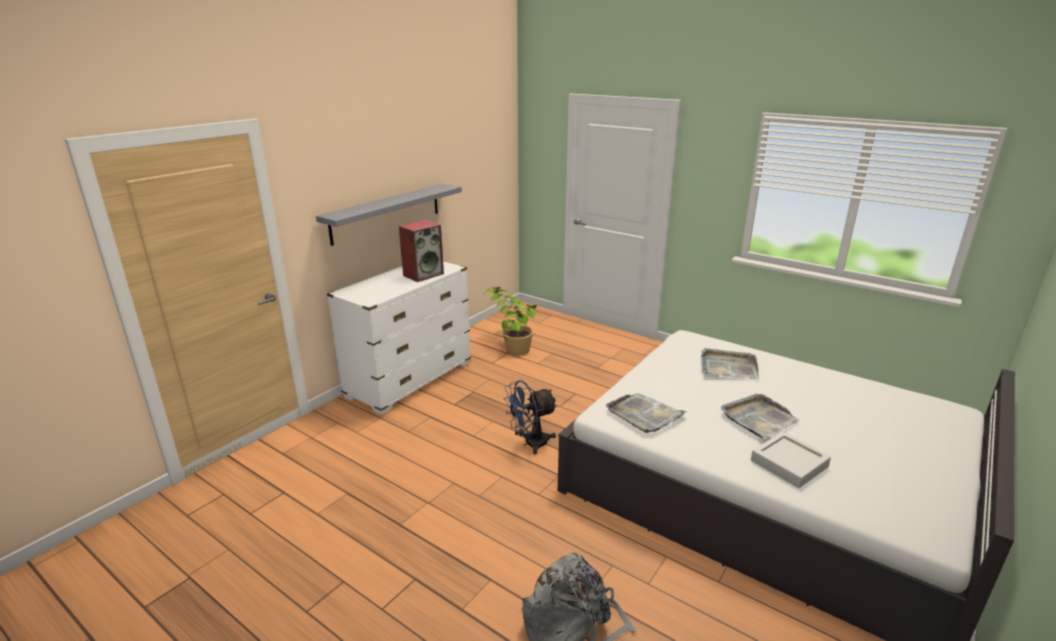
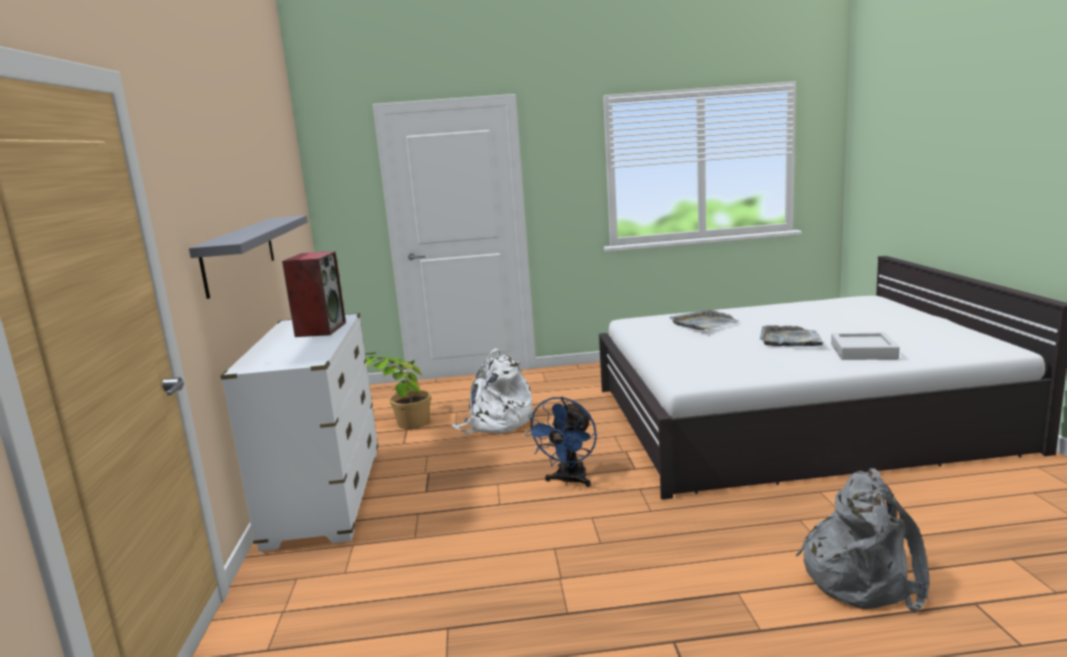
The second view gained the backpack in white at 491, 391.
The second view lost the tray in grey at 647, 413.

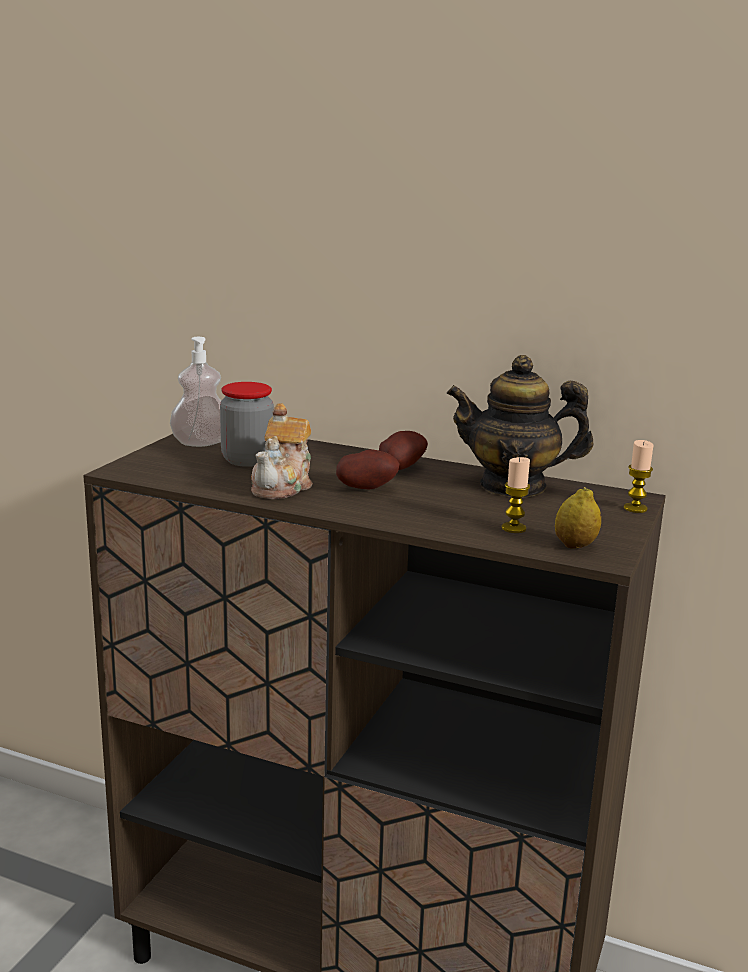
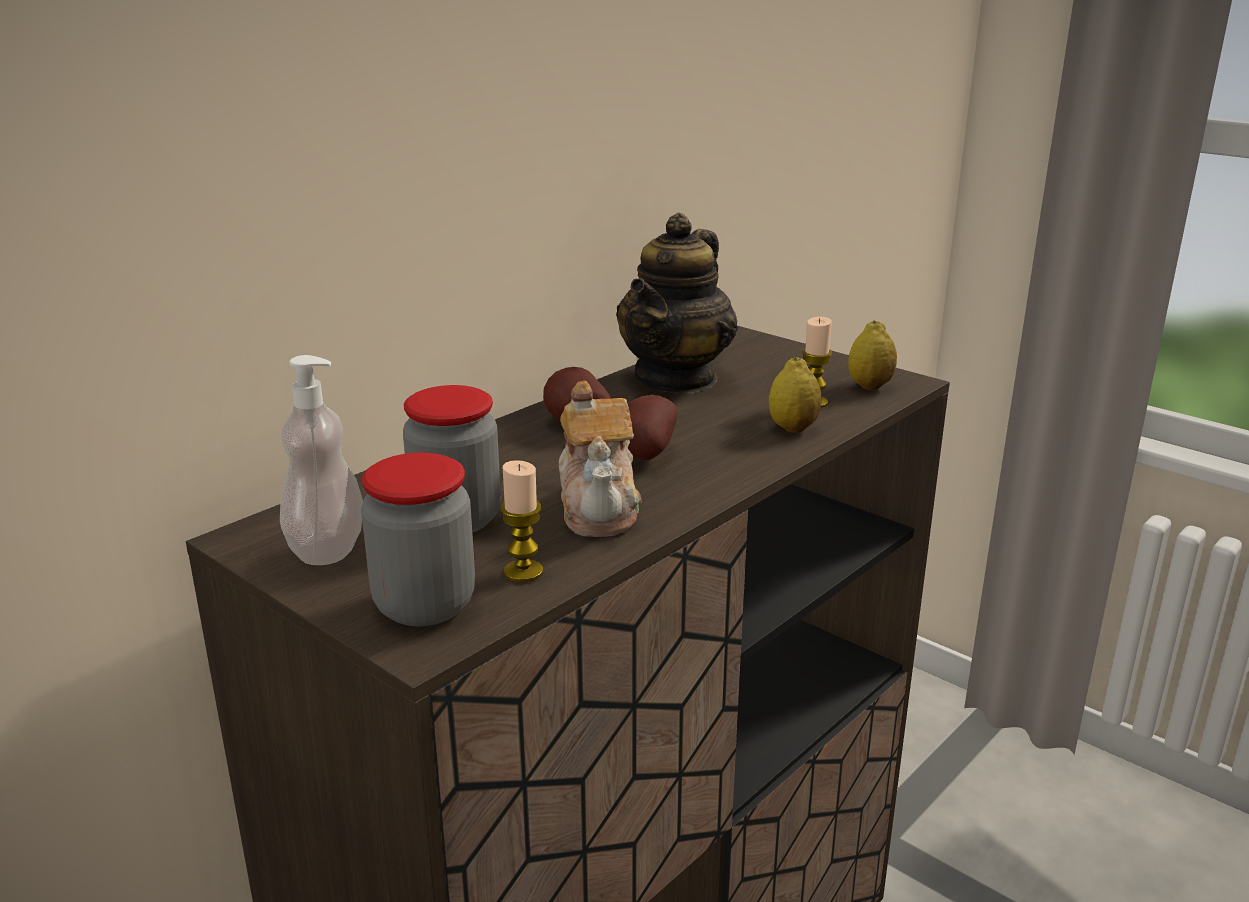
The second view gained the jar at 418, 539.
The candle ended up elsewhere, having gone from 639, 476 to 521, 521.
The teapot at 282, 451 ended up facing another way, 45 degrees clockwise from before.
The second view gained the lemon at 795, 395.

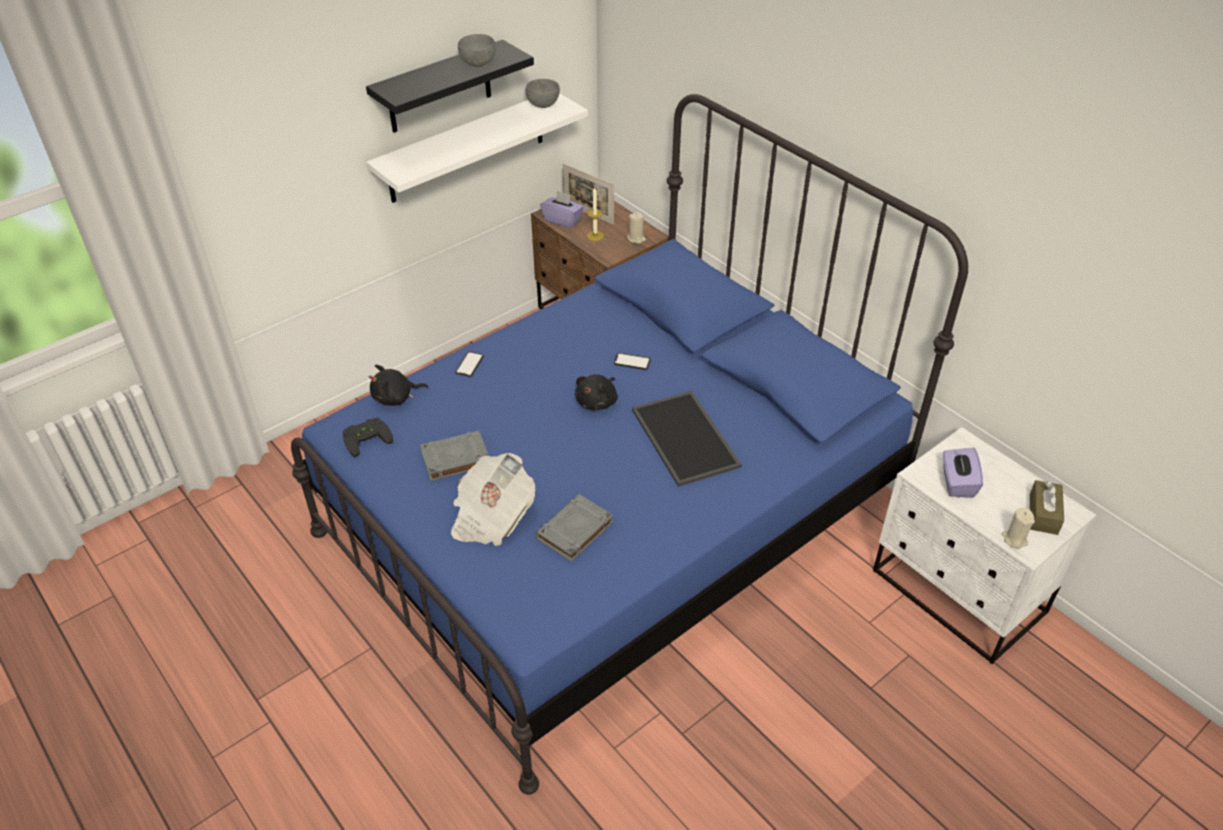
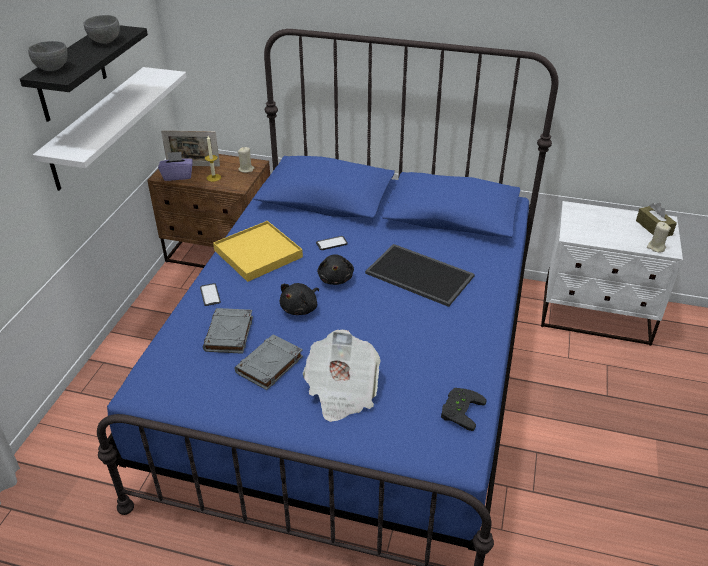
The bowl in grey ended up elsewhere, having gone from 543, 93 to 48, 56.
The book in grey ended up elsewhere, having gone from 574, 528 to 228, 331.
The second view gained the tray in yellow at 258, 251.
The plush toy in black ended up elsewhere, having gone from 398, 385 to 299, 299.
The game controller in black ended up elsewhere, having gone from 368, 437 to 464, 409.
The second view lost the tissue box in purple at 963, 473.

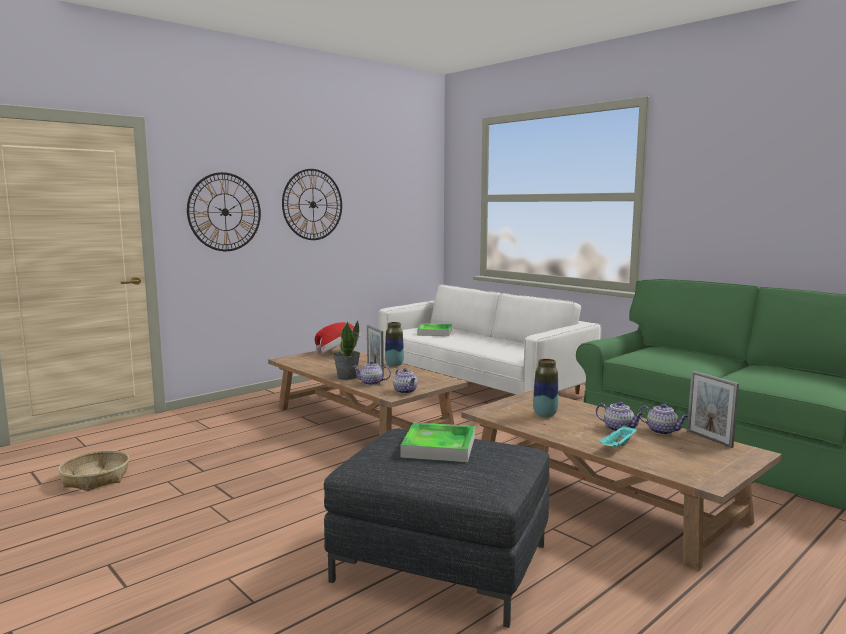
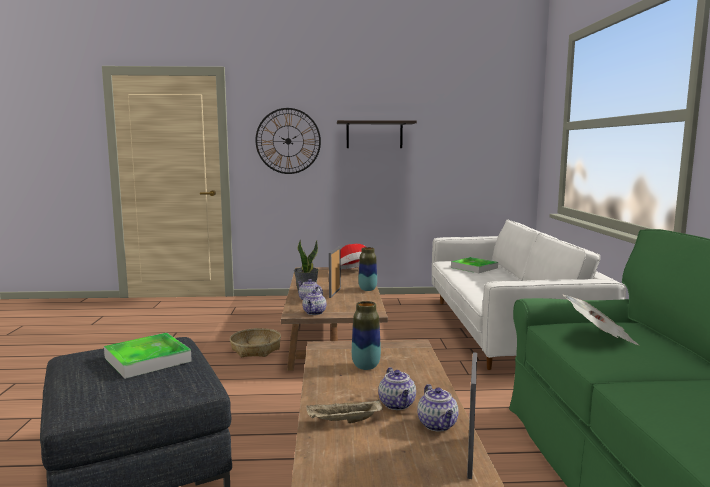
The basket ended up elsewhere, having gone from 93, 470 to 255, 342.
What was the tray in turquoise at 618, 436 turned into the tray in beige at 344, 411.
Where the wall clock hung at 312, 204, the shelf came to hang at 377, 134.
The second view gained the newspaper at 600, 319.

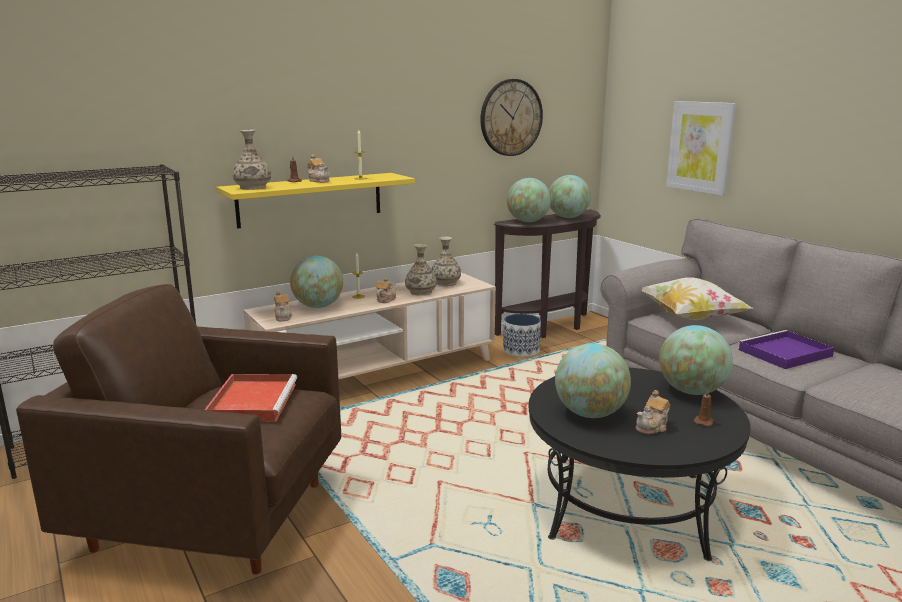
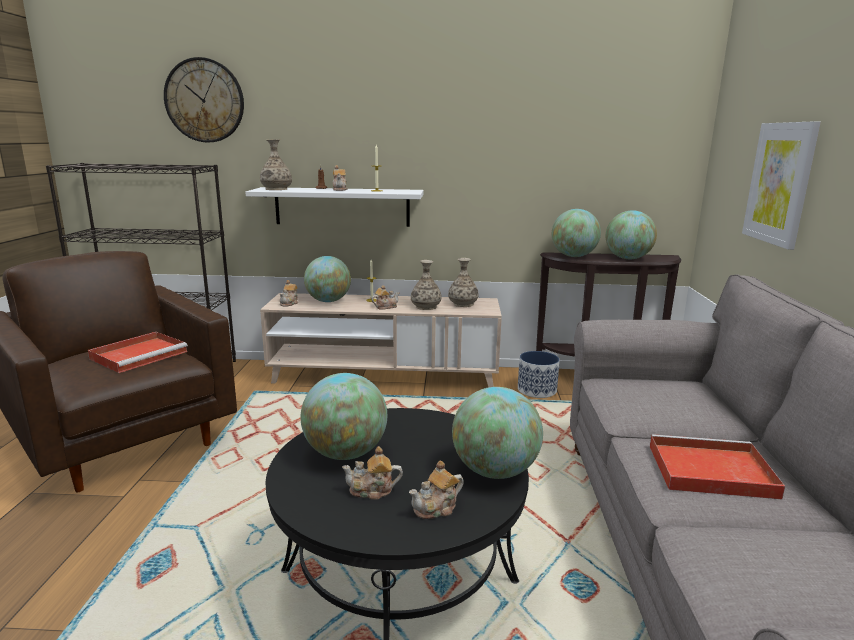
The wall clock ended up elsewhere, having gone from 511, 117 to 204, 99.
What was the shelf in yellow at 316, 201 turned into the shelf in white at 334, 207.
Where the candle in brown stood at 703, 407, the teapot came to stand at 436, 490.
What was the tray in purple at 786, 349 turned into the tray in red at 717, 466.
The second view lost the pillow at 697, 299.

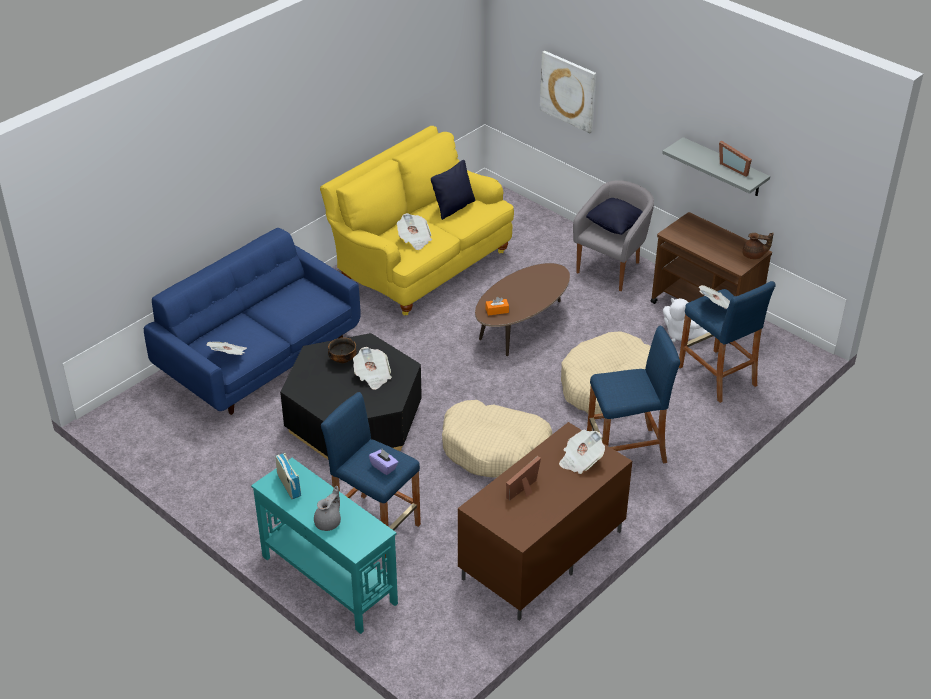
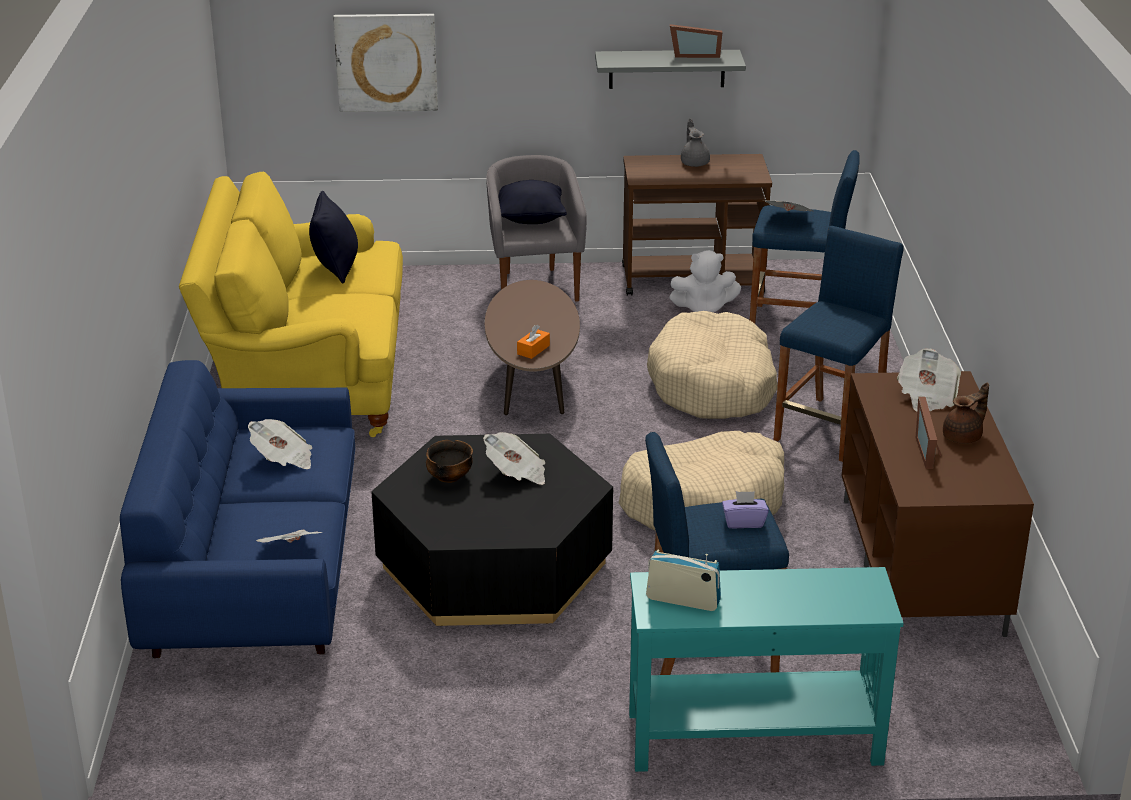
The newspaper ended up elsewhere, having gone from 414, 231 to 280, 444.
The teapot in grey ended up elsewhere, having gone from 327, 508 to 695, 142.
The teapot in brown ended up elsewhere, having gone from 757, 246 to 966, 413.

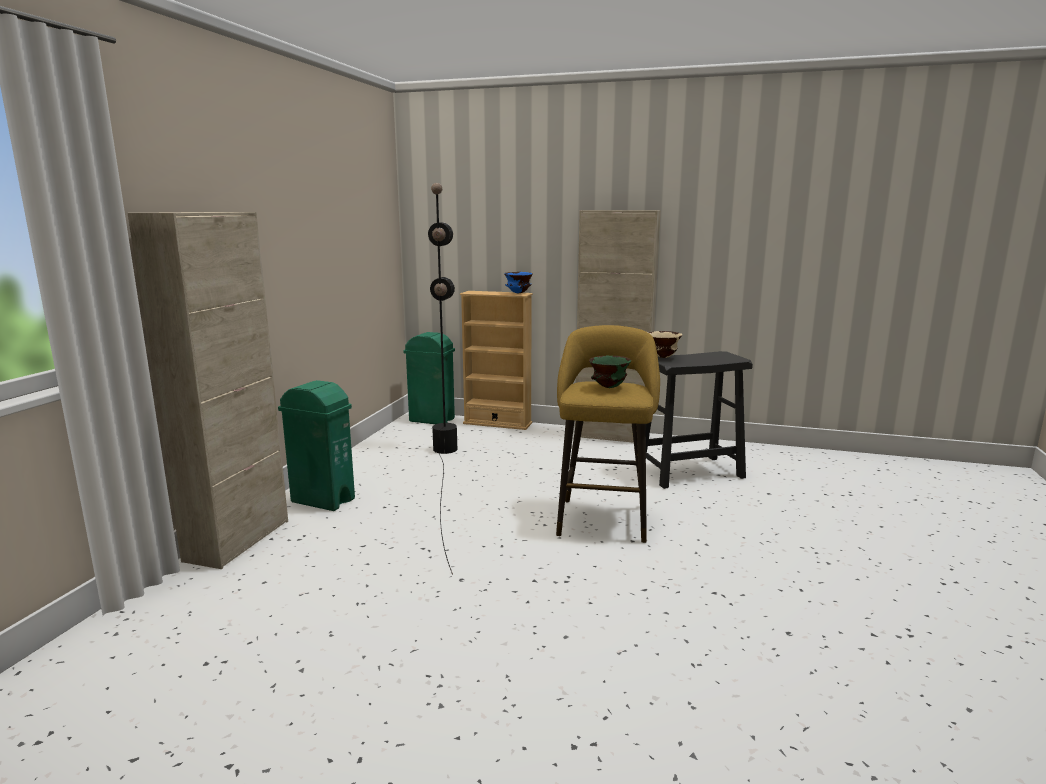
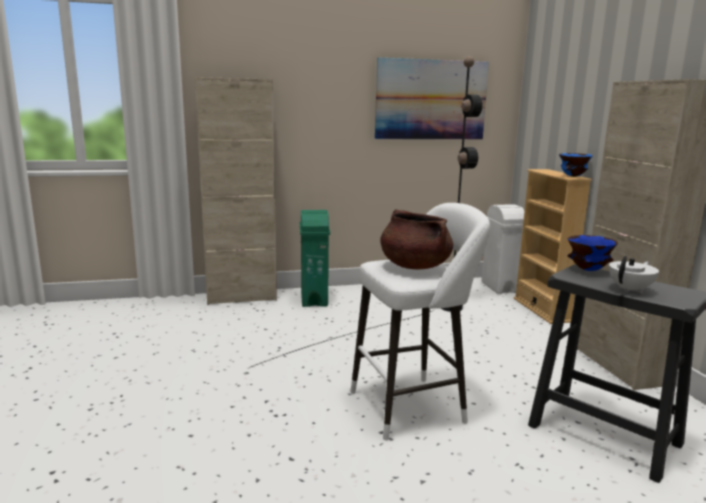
What was the stool in yellow at 608, 434 turned into the stool in white at 420, 321.
The second view gained the picture at 432, 98.
Where the bowl in green stood at 610, 372, the cooking pot in brown came to stand at 416, 239.
What was the trash can in green at 429, 378 turned into the trash can in white at 503, 249.
What was the bowl in beige at 665, 344 turned into the bowl in blue at 592, 253.
The second view gained the teapot in white at 634, 274.

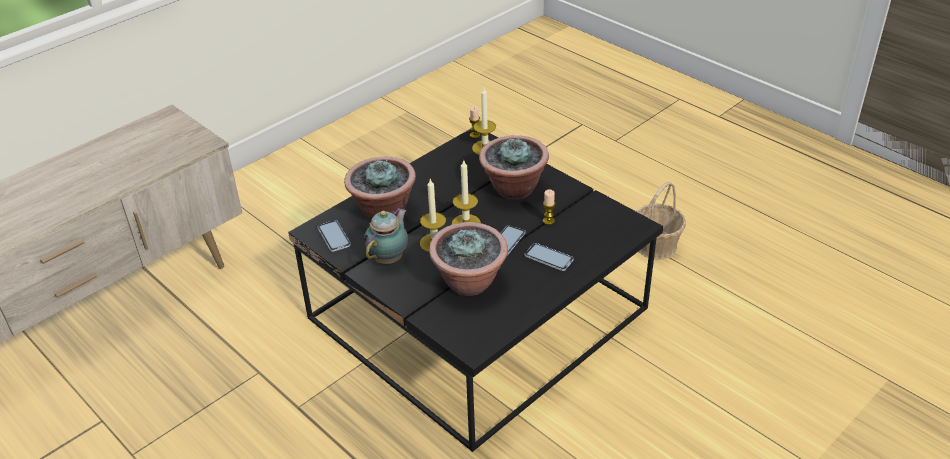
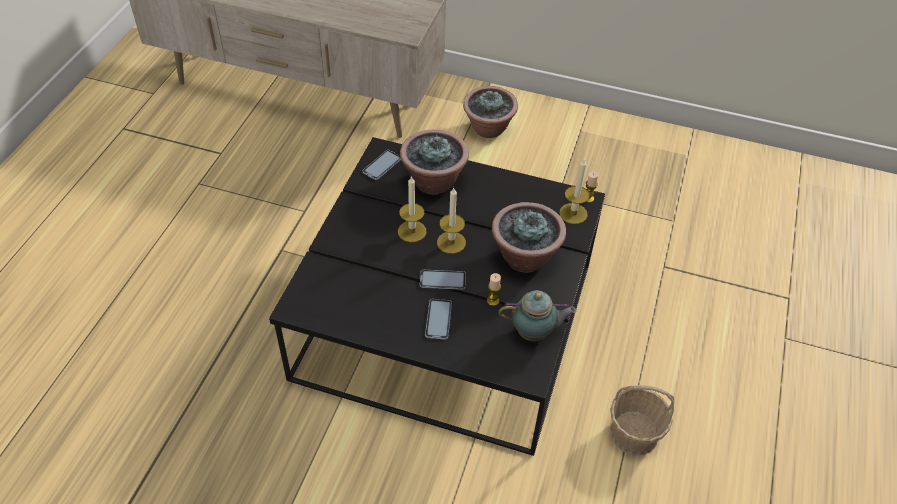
The potted plant ended up elsewhere, having gone from 468, 259 to 490, 112.
The teapot ended up elsewhere, having gone from 386, 236 to 537, 315.

